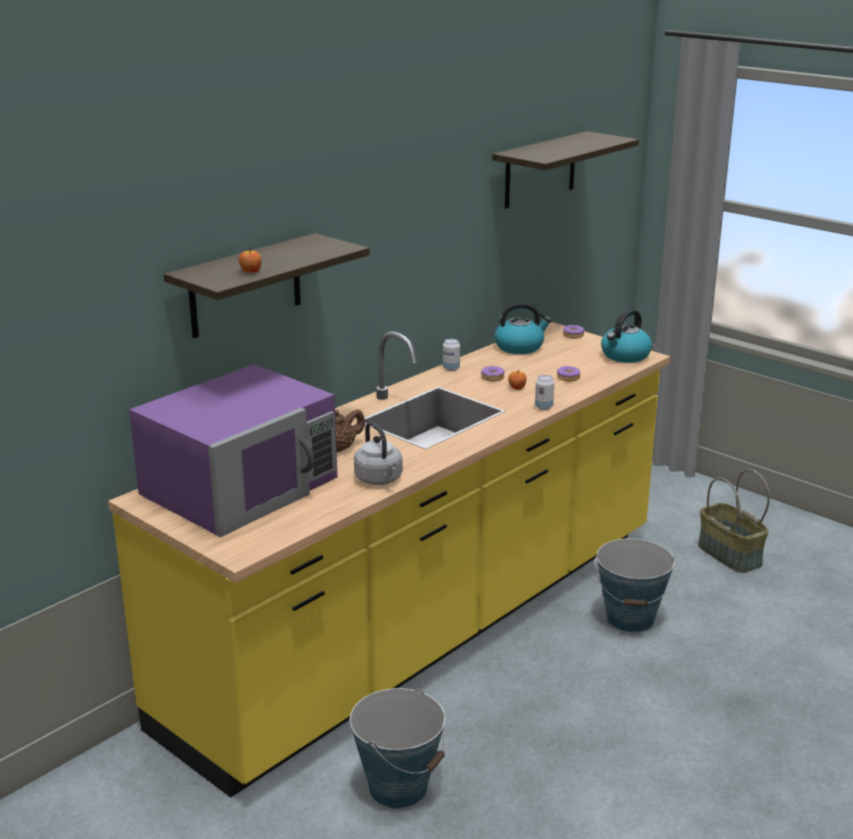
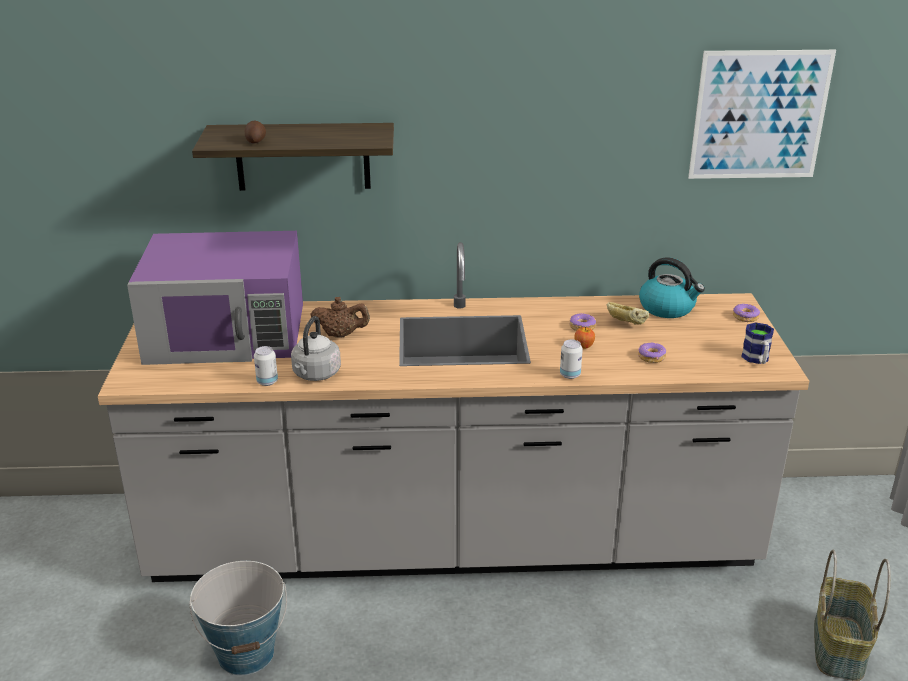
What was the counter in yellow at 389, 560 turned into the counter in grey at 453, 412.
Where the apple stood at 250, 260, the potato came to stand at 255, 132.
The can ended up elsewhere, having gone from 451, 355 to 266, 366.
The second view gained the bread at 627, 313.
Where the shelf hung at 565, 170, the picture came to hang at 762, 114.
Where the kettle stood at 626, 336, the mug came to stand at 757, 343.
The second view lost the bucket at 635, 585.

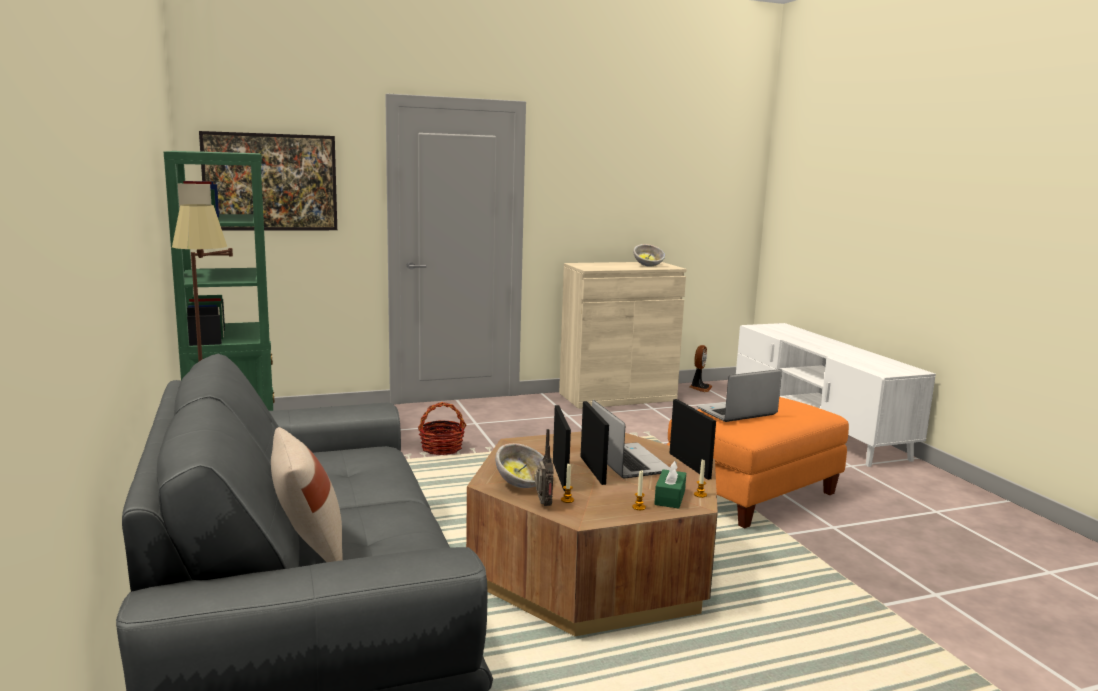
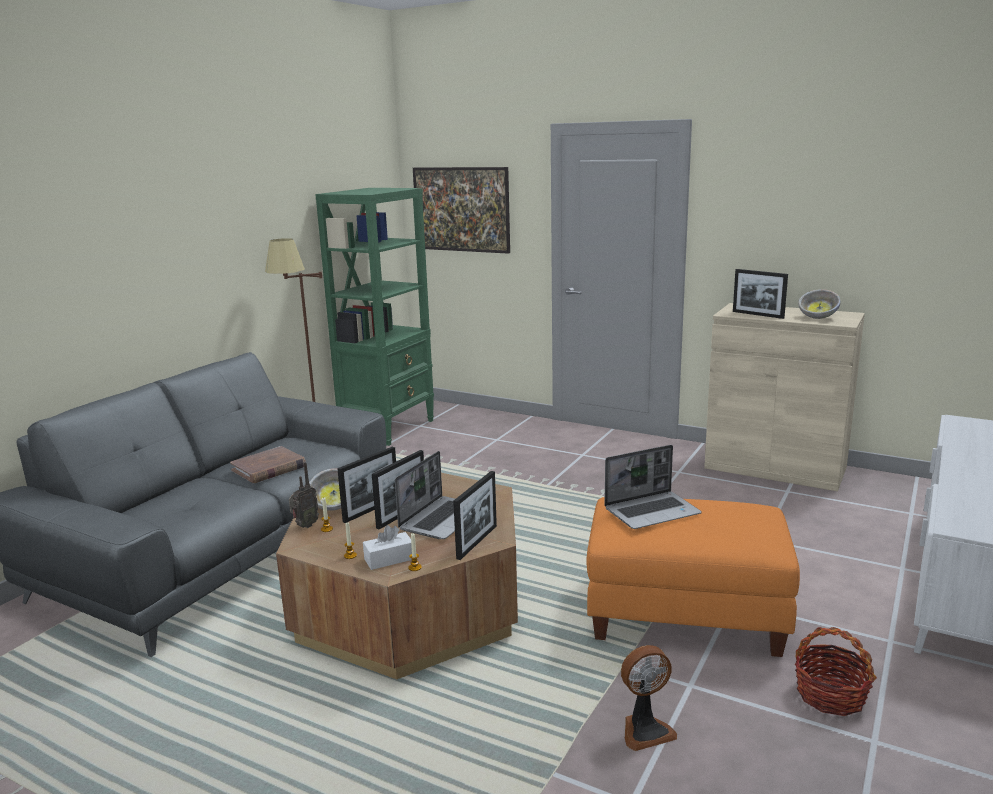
The second view gained the book in brown at 268, 464.
What was the tissue box in green at 670, 485 turned into the tissue box in white at 387, 547.
The laptop at 739, 395 ended up facing another way, 135 degrees clockwise from before.
The fan ended up elsewhere, having gone from 701, 368 to 649, 698.
The second view gained the picture frame at 760, 294.
The basket ended up elsewhere, having gone from 442, 428 to 836, 671.
The second view lost the pillow in beige at 307, 494.

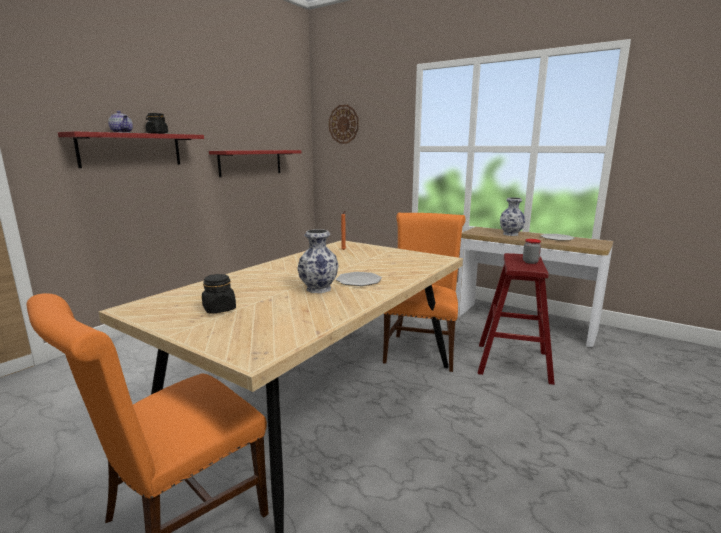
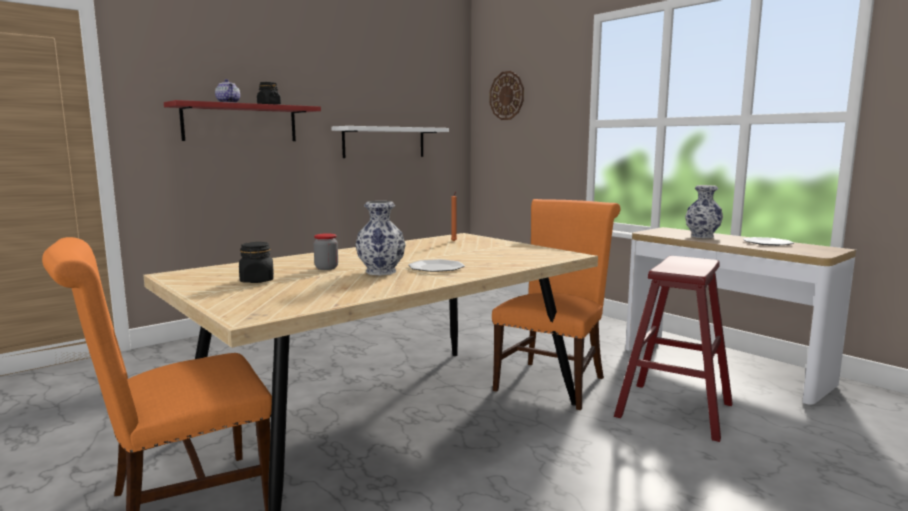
The jar ended up elsewhere, having gone from 532, 251 to 326, 251.
What was the shelf in red at 255, 163 turned into the shelf in white at 390, 142.

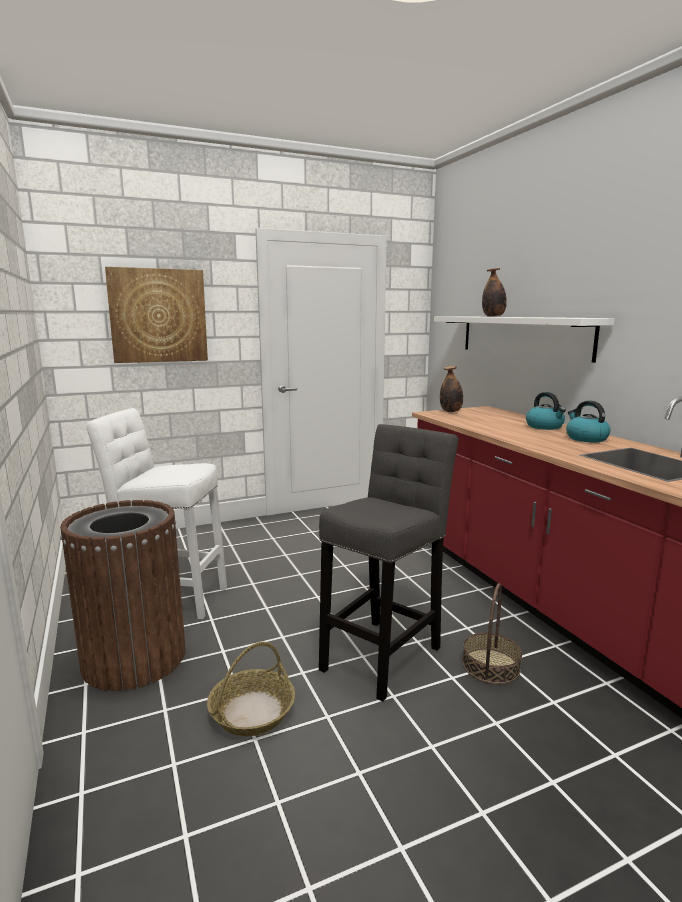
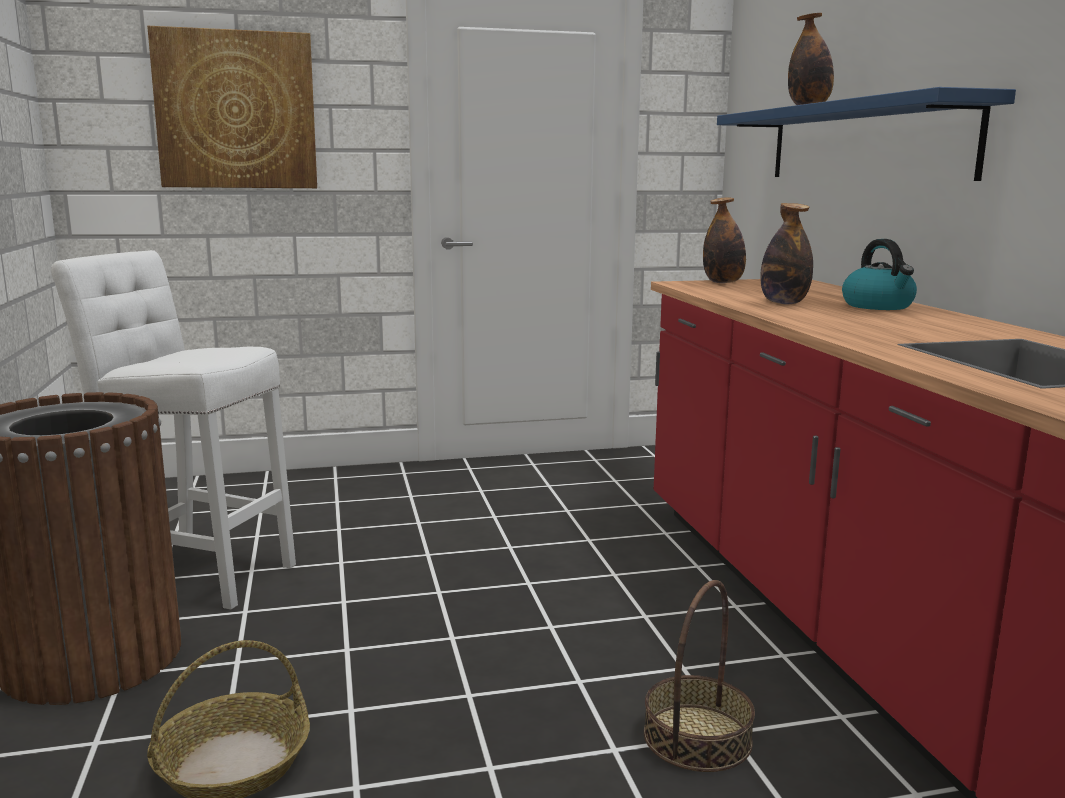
What was the shelf in white at 524, 339 turned into the shelf in blue at 866, 134.
The second view gained the bottle at 787, 253.
The second view lost the stool in grey at 388, 563.
The second view lost the kettle at 588, 421.

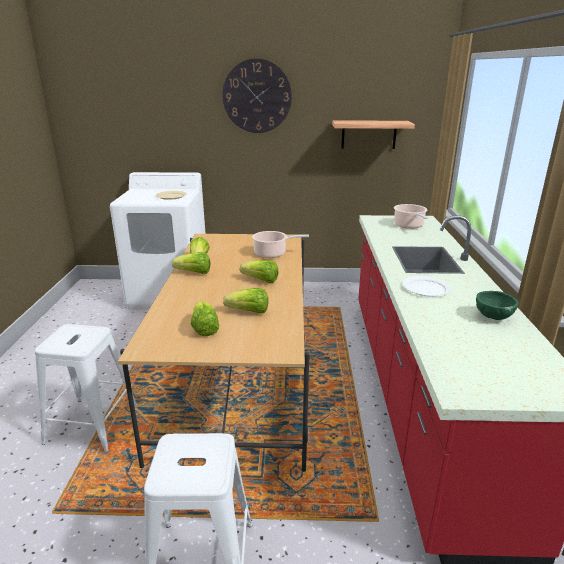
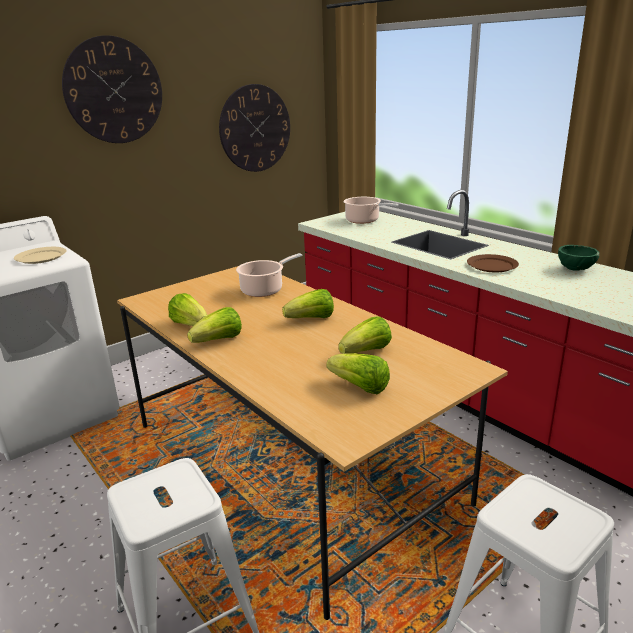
Where the shelf hung at 373, 134, the wall clock came to hang at 254, 128.
What was the plate in white at 426, 286 turned into the plate in brown at 493, 263.

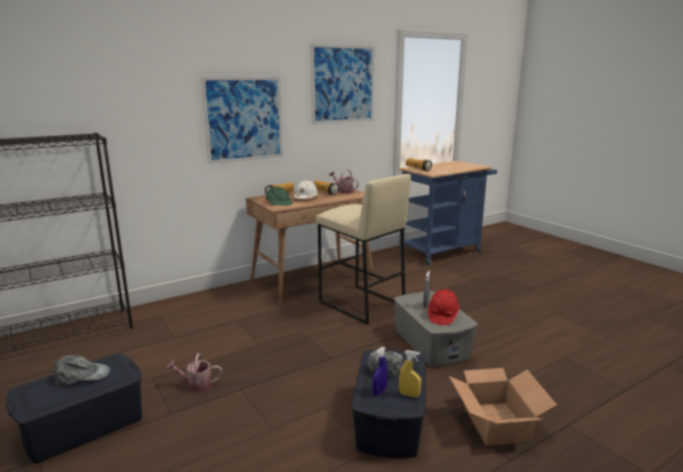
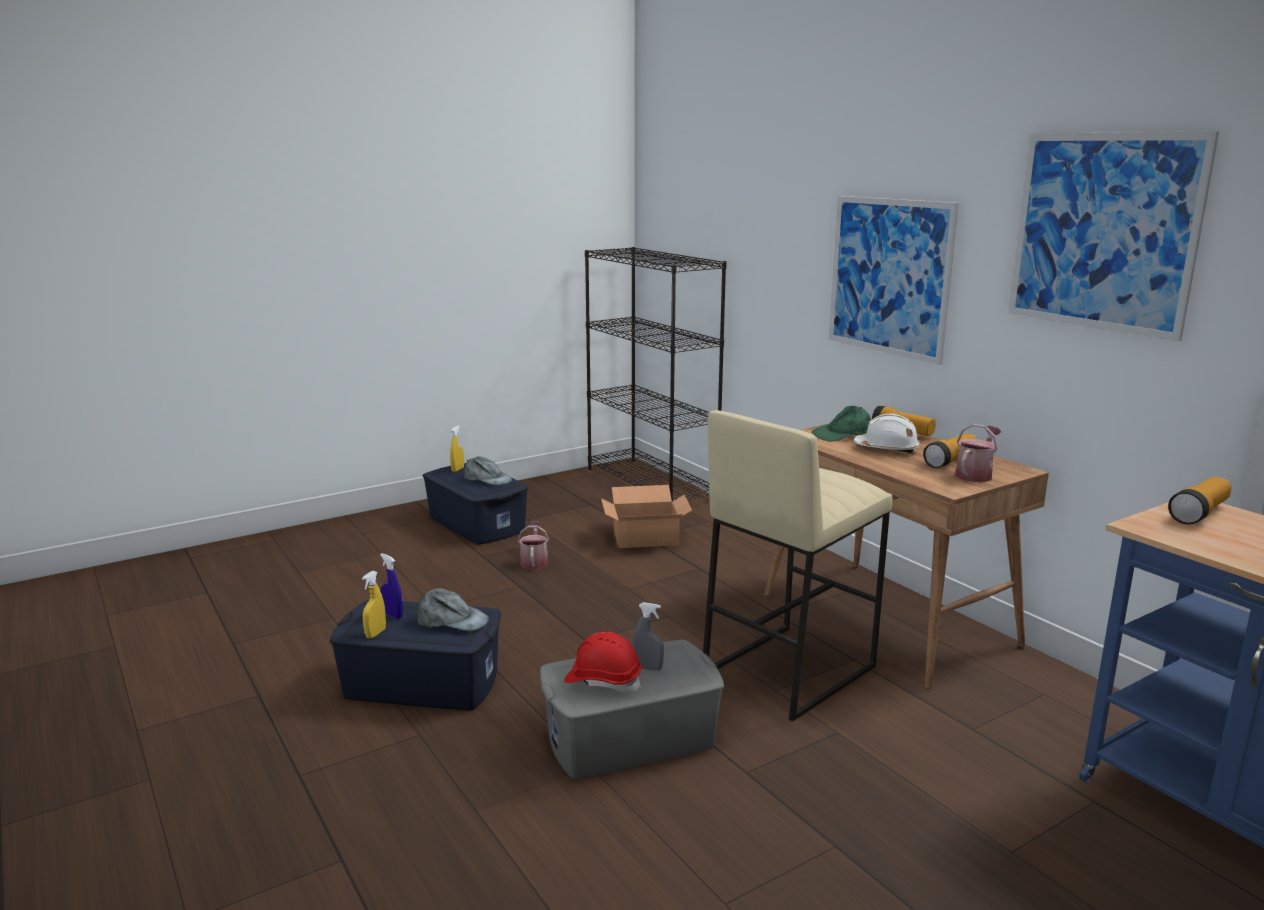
The second view gained the spray bottle in yellow at 457, 448.
The cap in grey at 81, 370 ended up facing another way, 45 degrees counterclockwise from before.
The cardboard box ended up elsewhere, having gone from 503, 407 to 646, 516.

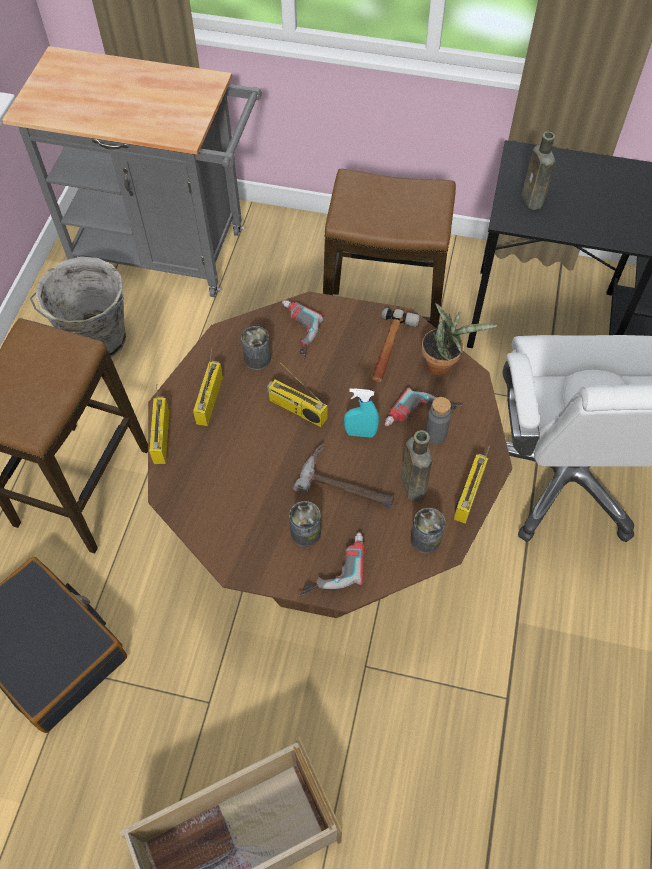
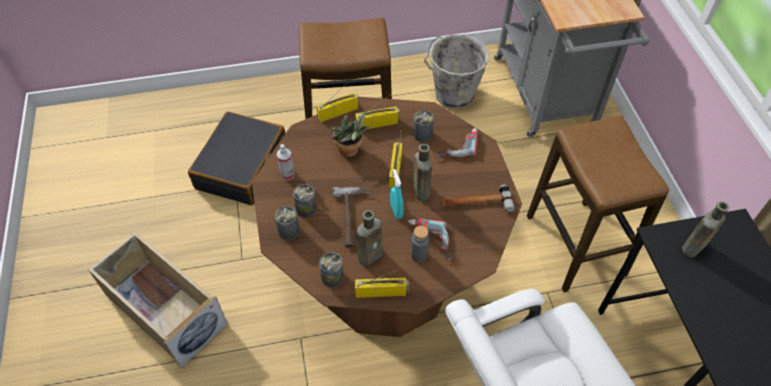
Where the power drill stood at 331, 563, the can came to stand at 287, 223.
The second view gained the spray bottle at 286, 162.
The potted plant ended up elsewhere, having gone from 459, 339 to 350, 133.
The second view gained the bottle in brown at 422, 172.

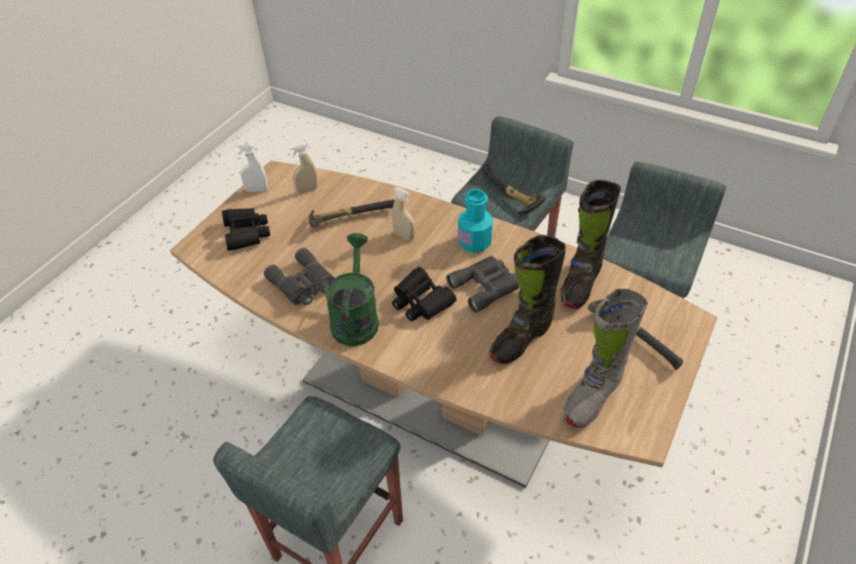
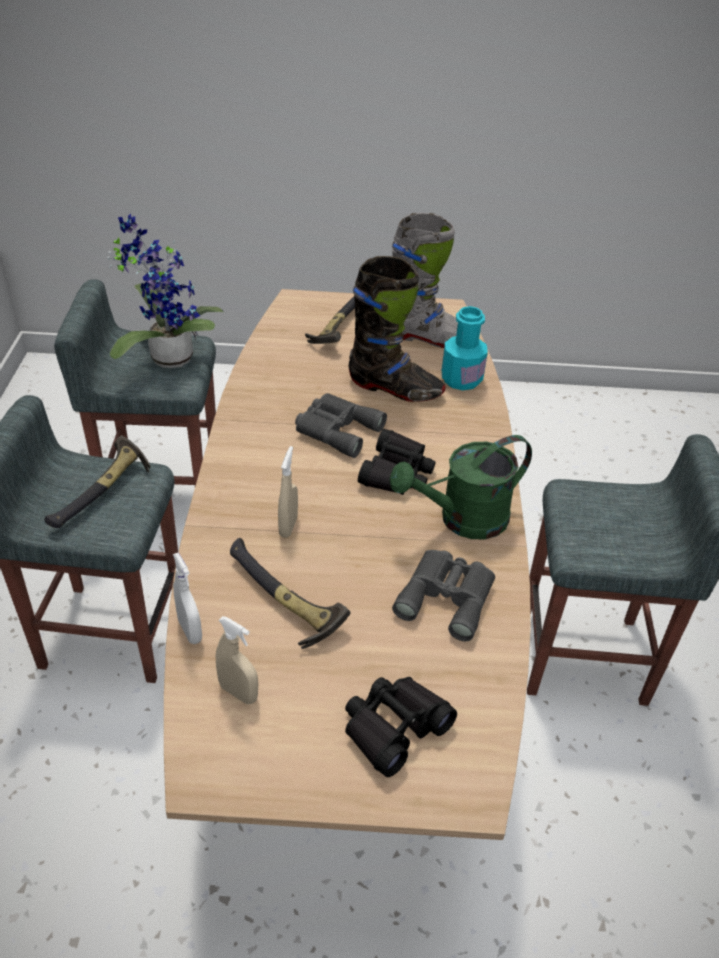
The second view gained the potted plant at 165, 291.
The spray bottle in white ended up elsewhere, having gone from 252, 168 to 187, 598.
The bottle in turquoise ended up elsewhere, having gone from 475, 221 to 465, 348.
The second view lost the boot in black at 590, 244.

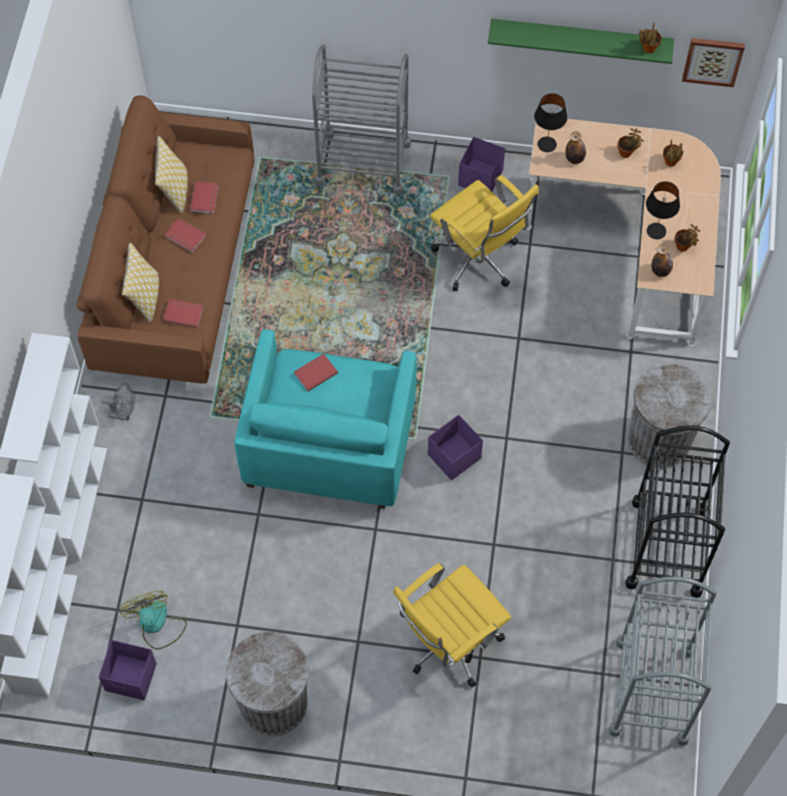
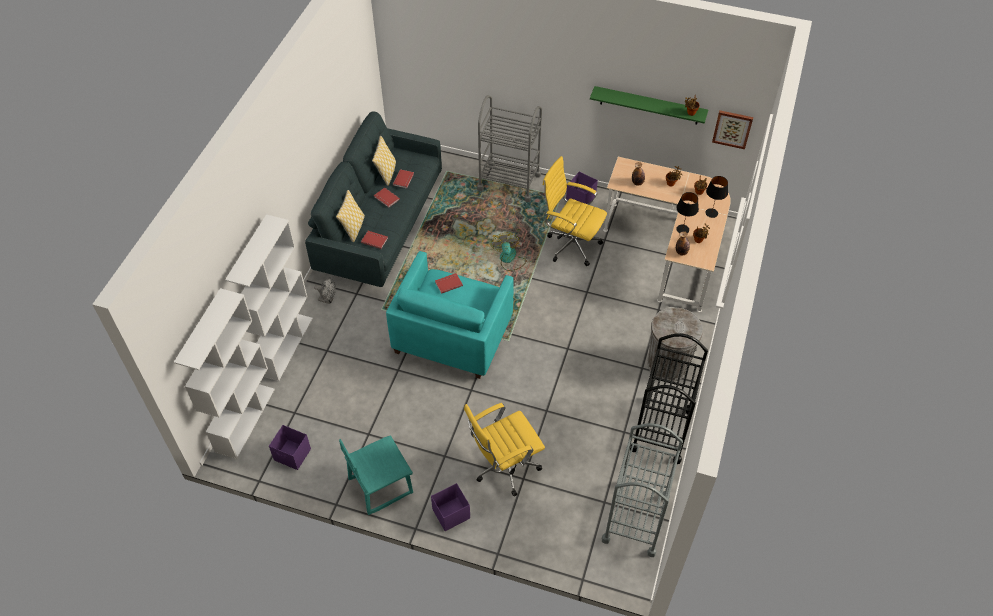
What was the sofa in brown at 165, 239 turned into the sofa in grey at 373, 199.
Where the trash can in grey stood at 267, 684, the chair in turquoise came to stand at 376, 475.
The storage box in purple ended up elsewhere, having gone from 455, 447 to 450, 507.
The fan ended up elsewhere, having gone from 153, 620 to 508, 251.
The office chair in yellow at 484, 233 ended up facing another way, 150 degrees clockwise from before.
The table lamp in black ended up elsewhere, having gone from 550, 122 to 716, 197.

